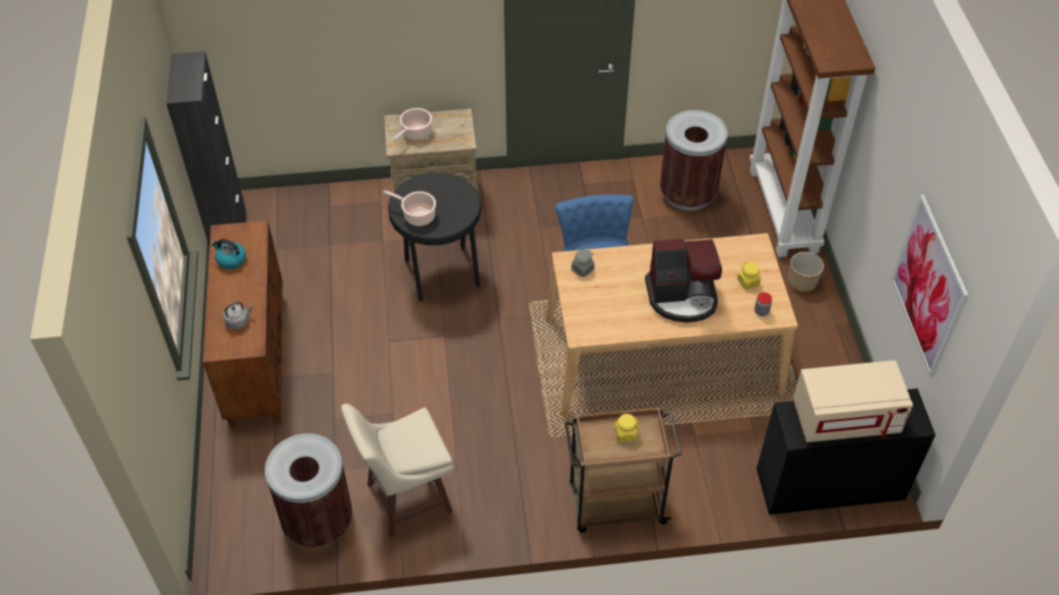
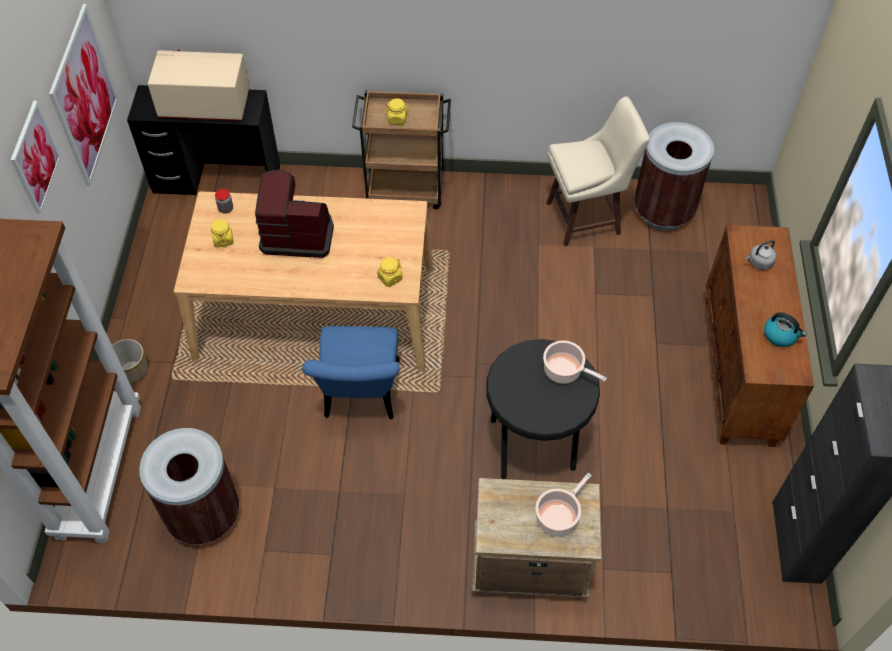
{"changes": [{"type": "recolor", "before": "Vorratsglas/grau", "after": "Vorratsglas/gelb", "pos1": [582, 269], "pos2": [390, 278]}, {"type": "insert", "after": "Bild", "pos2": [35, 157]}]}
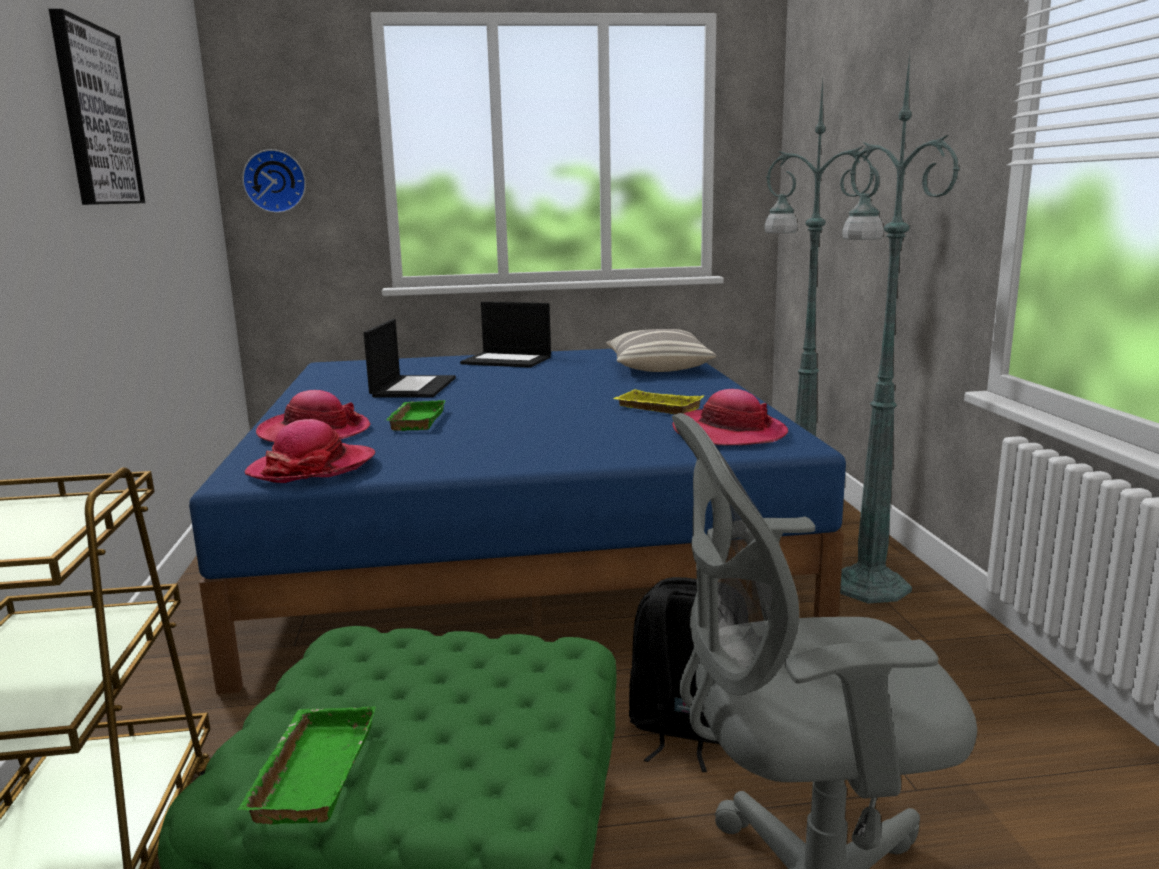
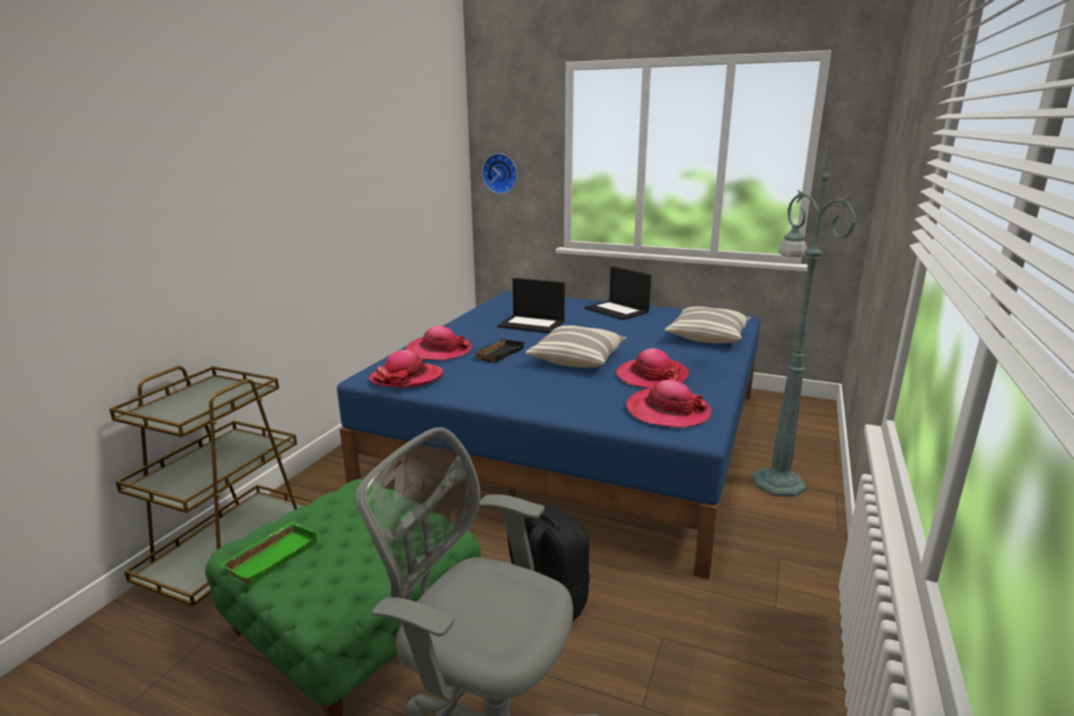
{"changes": [{"type": "delete", "before": "Bild", "pos1": [95, 116]}, {"type": "rotate", "before": "Laptop", "pos1": [413, 387], "pos2": [532, 324], "turn": 75}, {"type": "recolor", "before": "Tablett/grün", "after": "Tablett/schwarz", "pos1": [415, 420], "pos2": [498, 353]}, {"type": "replace", "before": "Tablett/gelb", "after": "Hut", "pos1": [656, 408], "pos2": [651, 376]}, {"type": "delete", "before": "Stehlampe/grün", "pos1": [867, 584]}, {"type": "insert", "after": "Kissen", "pos2": [577, 359]}]}
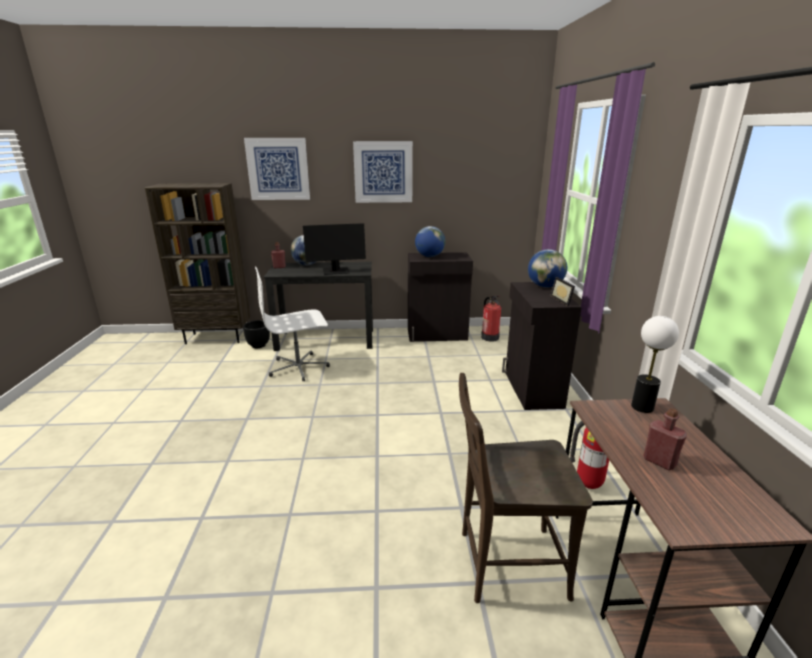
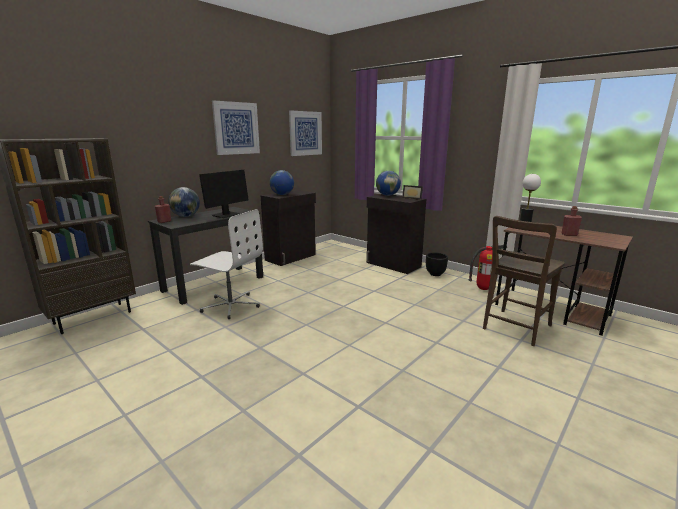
{"changes": [{"type": "move", "before": "Pflanzkübel/schwarz", "pos1": [259, 345], "pos2": [435, 274]}, {"type": "move", "before": "Bild", "pos1": [278, 169], "pos2": [305, 133]}, {"type": "rotate", "before": "Bürostuhl/weiß", "pos1": [299, 367], "pos2": [231, 305], "turn": -90}, {"type": "delete", "before": "Feuerlöscher", "pos1": [490, 337]}]}
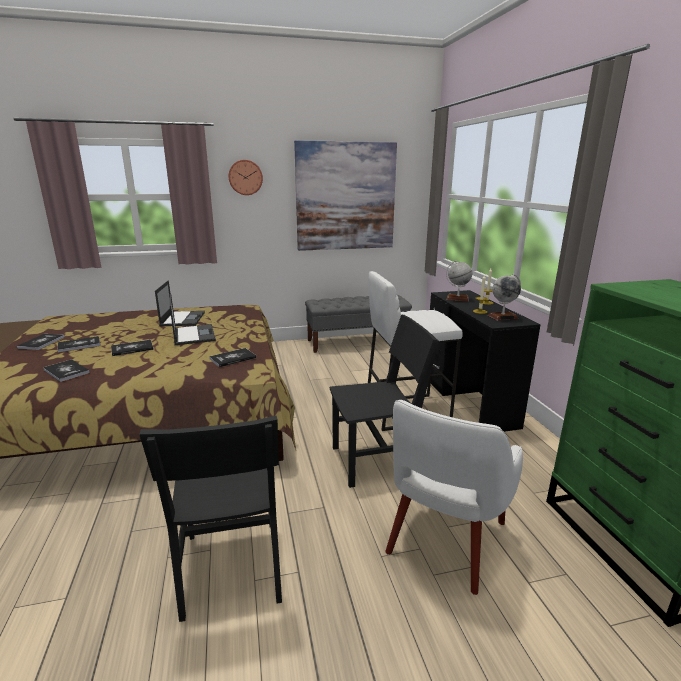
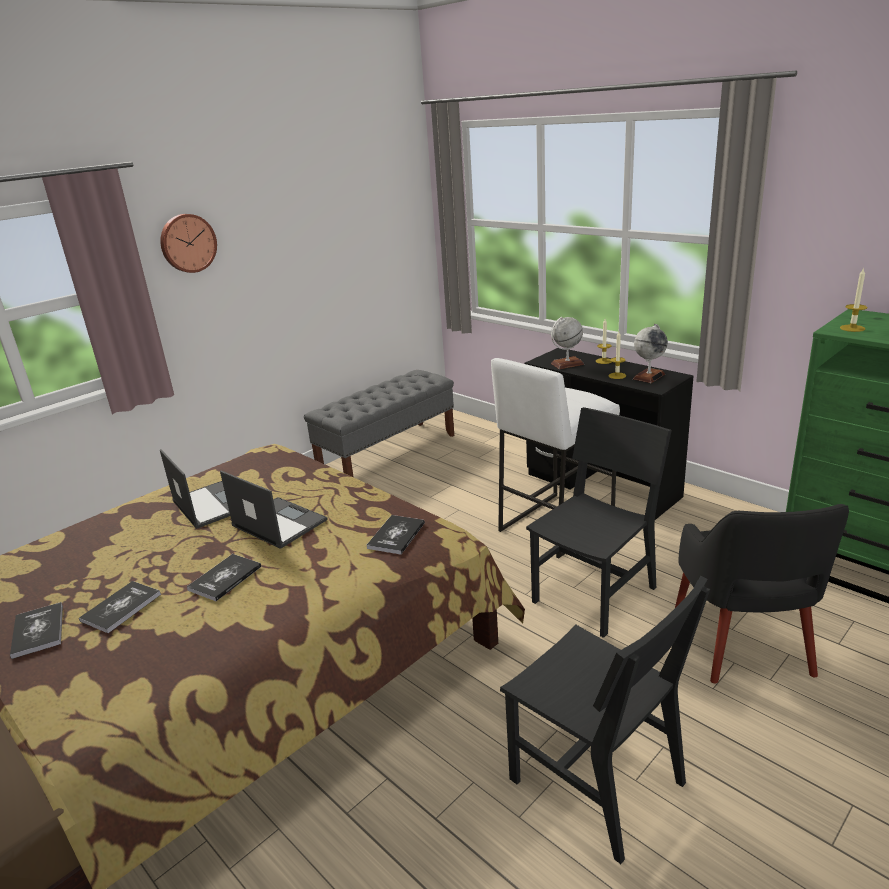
{"changes": [{"type": "delete", "before": "Buch", "pos1": [66, 371]}, {"type": "delete", "before": "Bild", "pos1": [345, 197]}, {"type": "recolor", "before": "Sessel/weiß", "after": "Sessel/schwarz", "pos1": [445, 539], "pos2": [743, 641]}, {"type": "insert", "after": "Kerze", "pos2": [852, 328]}]}
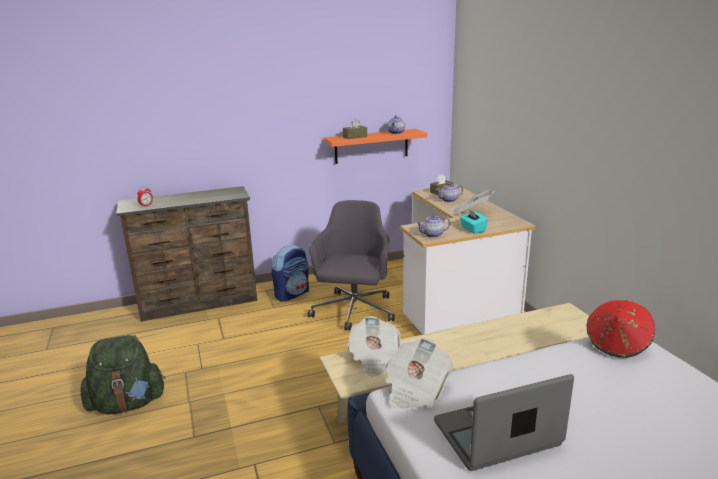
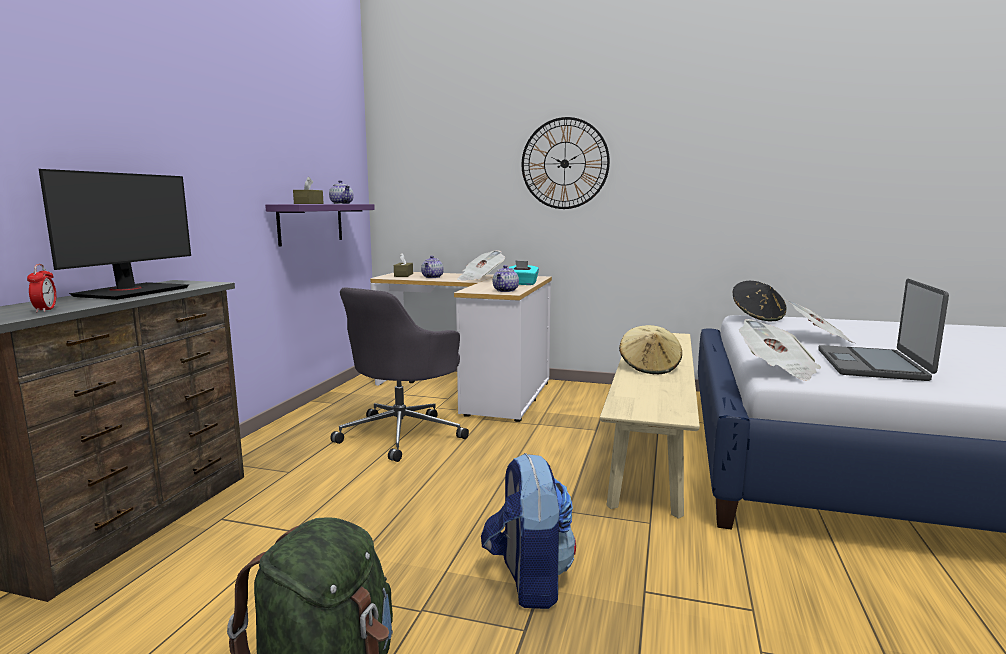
{"changes": [{"type": "move", "before": "Rucksack", "pos1": [292, 294], "pos2": [528, 580]}, {"type": "rotate", "before": "Bürostuhl/grau", "pos1": [353, 311], "pos2": [402, 434], "turn": -105}, {"type": "recolor", "before": "Wandregal/orange", "after": "Wandregal/lila", "pos1": [371, 146], "pos2": [311, 223]}, {"type": "move", "before": "Zeitung", "pos1": [375, 359], "pos2": [818, 338]}, {"type": "recolor", "before": "Hut/rot", "after": "Hut/schwarz", "pos1": [617, 344], "pos2": [757, 317]}, {"type": "insert", "after": "Monitor", "pos2": [131, 292]}, {"type": "insert", "after": "Wanduhr", "pos2": [564, 163]}, {"type": "insert", "after": "Hut/beige", "pos2": [649, 367]}]}
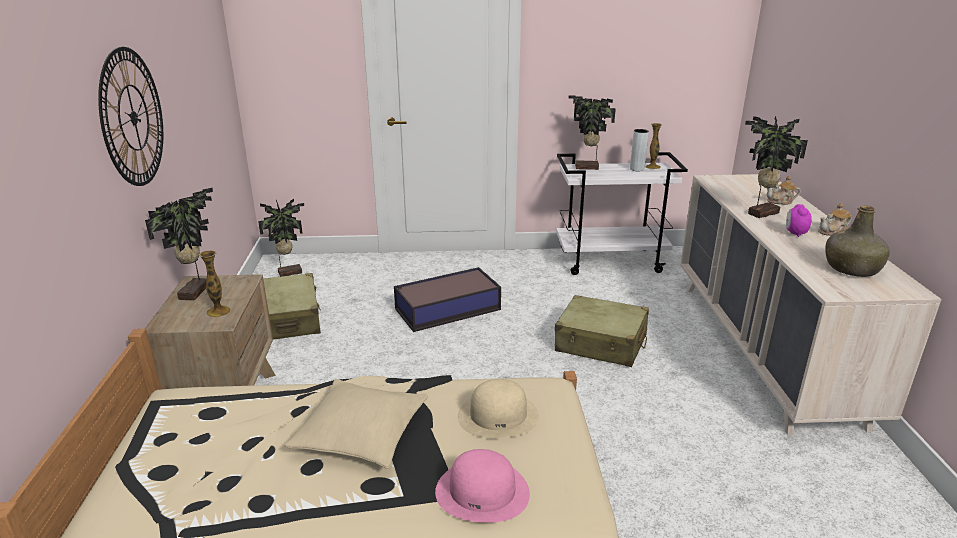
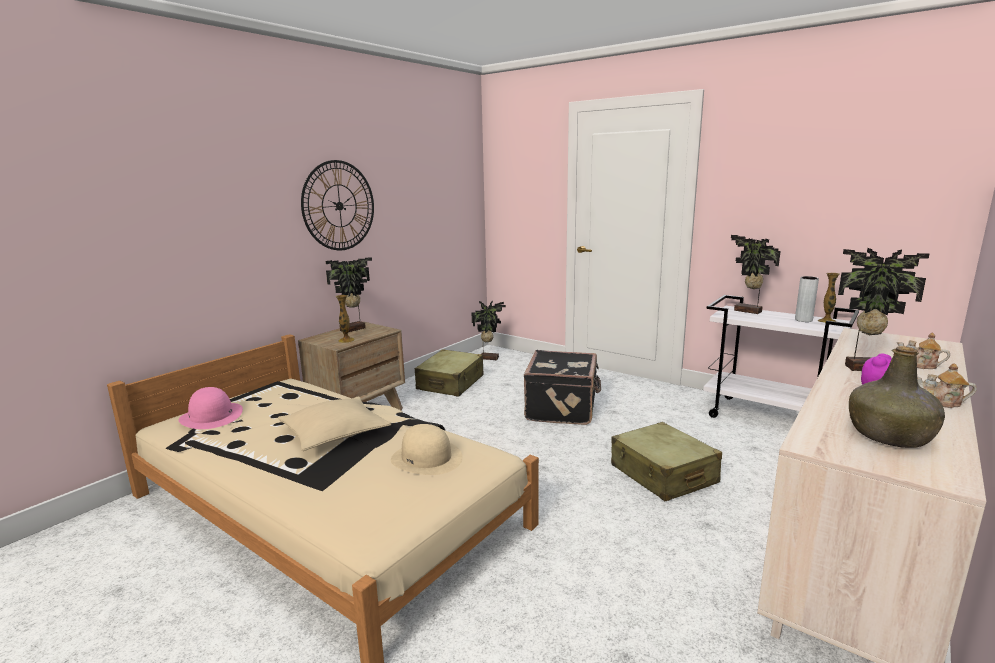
{"changes": [{"type": "replace", "before": "Aufbewahrungsbox", "after": "Koffer/schwarz", "pos1": [446, 309], "pos2": [563, 408]}, {"type": "move", "before": "Hut/rosa", "pos1": [482, 491], "pos2": [212, 416]}]}
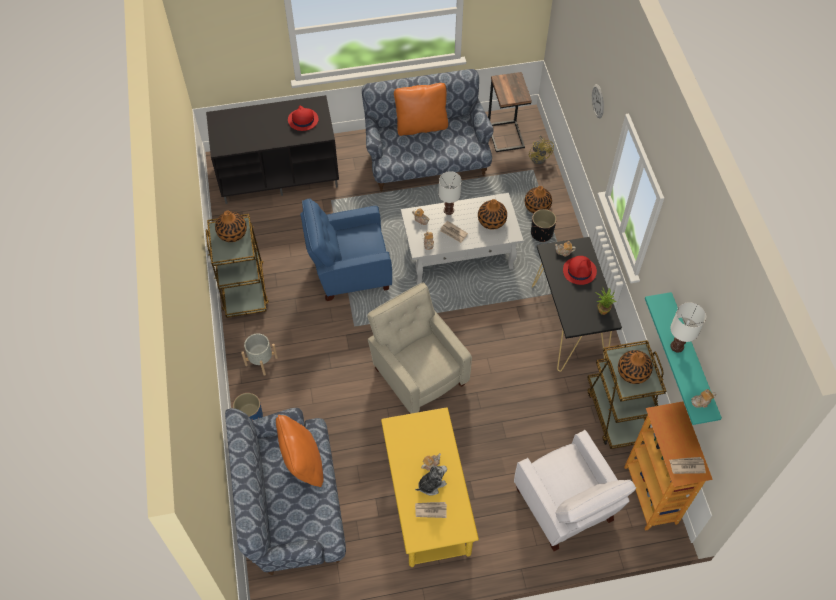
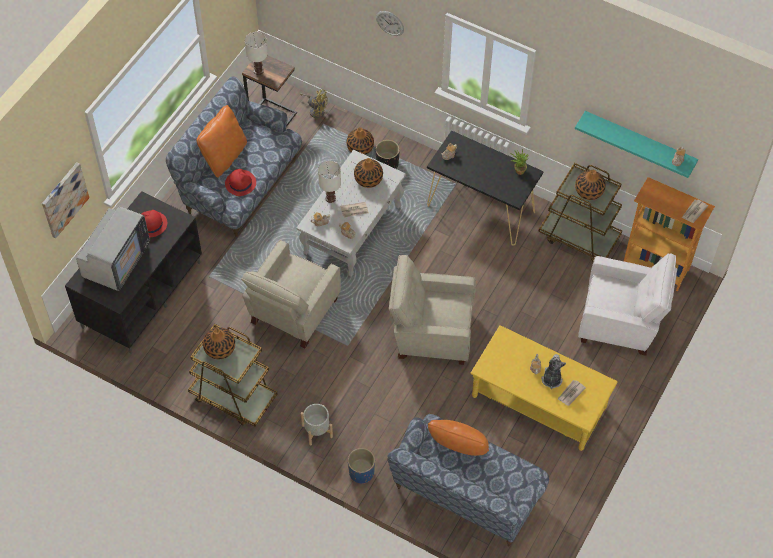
{"changes": [{"type": "recolor", "before": "Sessel/blau", "after": "Sessel/beige", "pos1": [349, 271], "pos2": [292, 313]}, {"type": "move", "before": "Hut/rot", "pos1": [579, 271], "pos2": [240, 183]}, {"type": "move", "before": "Tischlampe/weiß", "pos1": [676, 346], "pos2": [258, 71]}, {"type": "insert", "after": "Bild", "pos2": [64, 199]}, {"type": "insert", "after": "Fernseher", "pos2": [117, 261]}]}
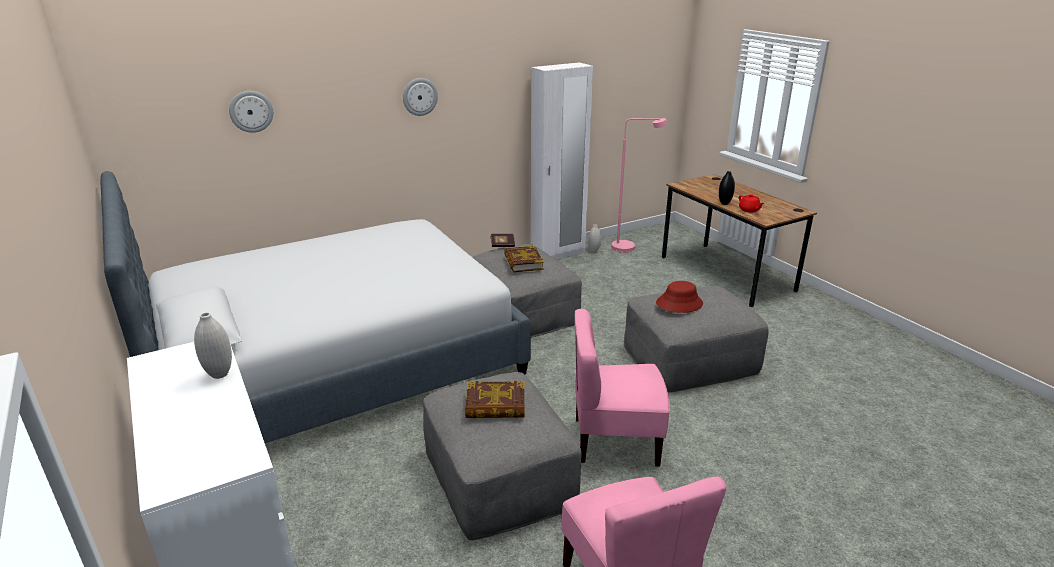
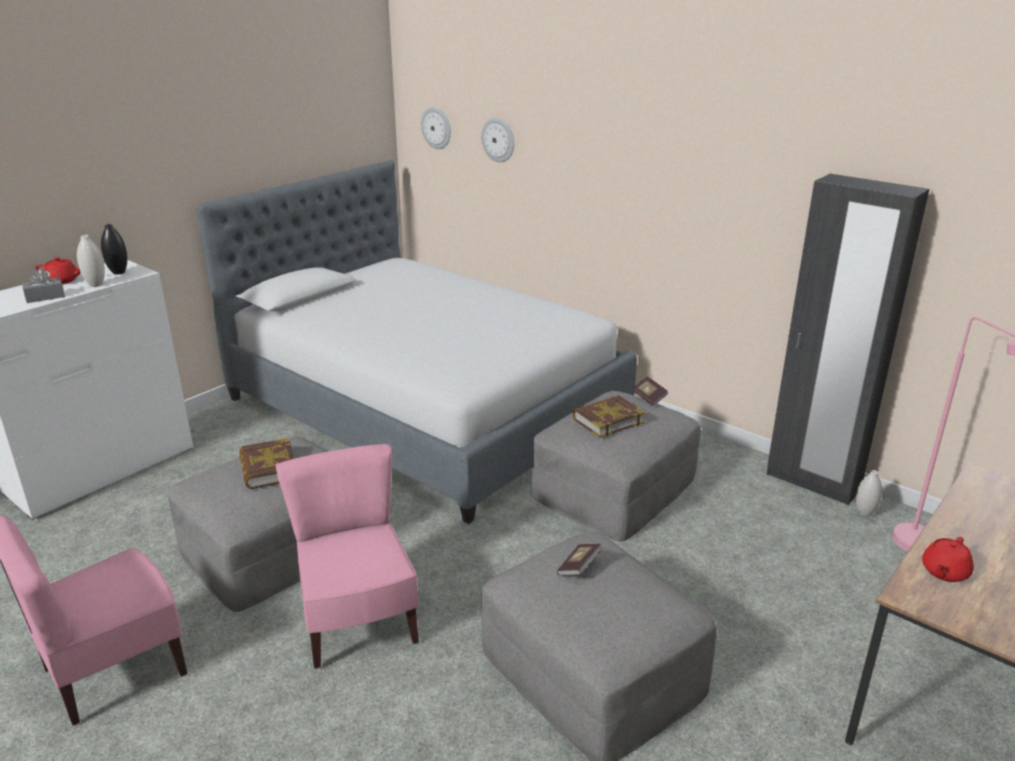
{"changes": [{"type": "move", "before": "Wanduhr", "pos1": [420, 96], "pos2": [436, 128]}, {"type": "recolor", "before": "Kleiderschrank/weiß", "after": "Kleiderschrank/schwarz", "pos1": [558, 254], "pos2": [812, 482]}, {"type": "replace", "before": "Hut/rot", "after": "Buch", "pos1": [679, 303], "pos2": [579, 567]}, {"type": "move", "before": "Vase/schwarz", "pos1": [724, 203], "pos2": [118, 272]}, {"type": "insert", "after": "Taschentuchbox/grau", "pos2": [45, 297]}, {"type": "insert", "after": "Teekanne/rot", "pos2": [63, 281]}]}
